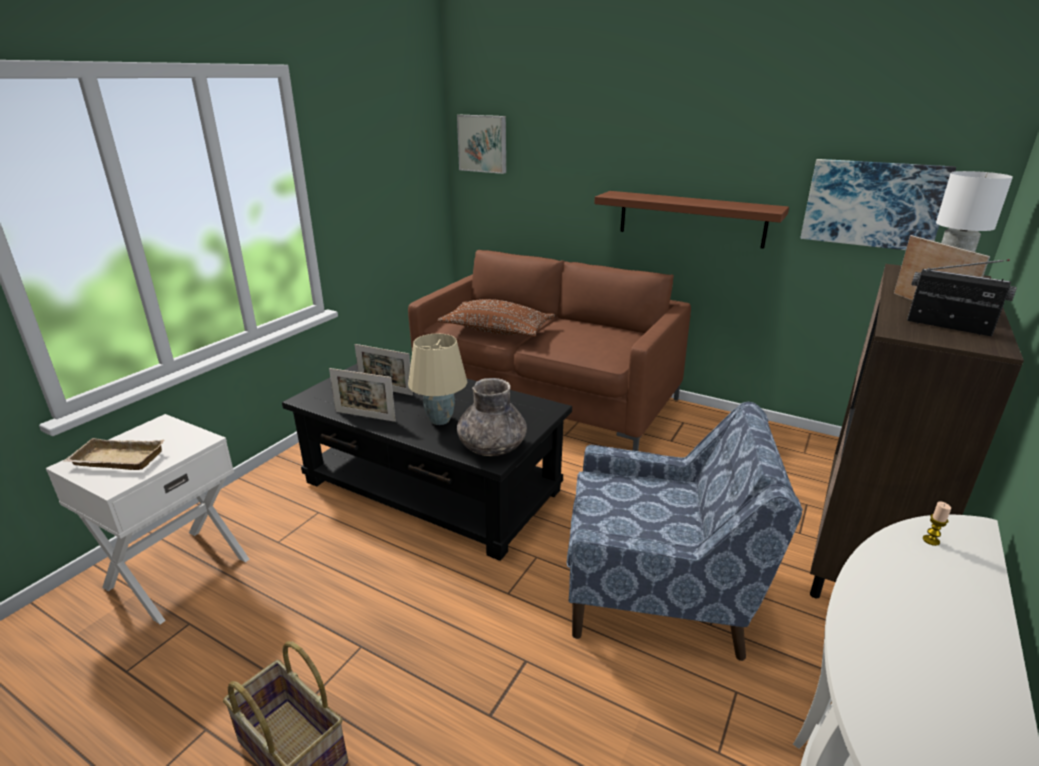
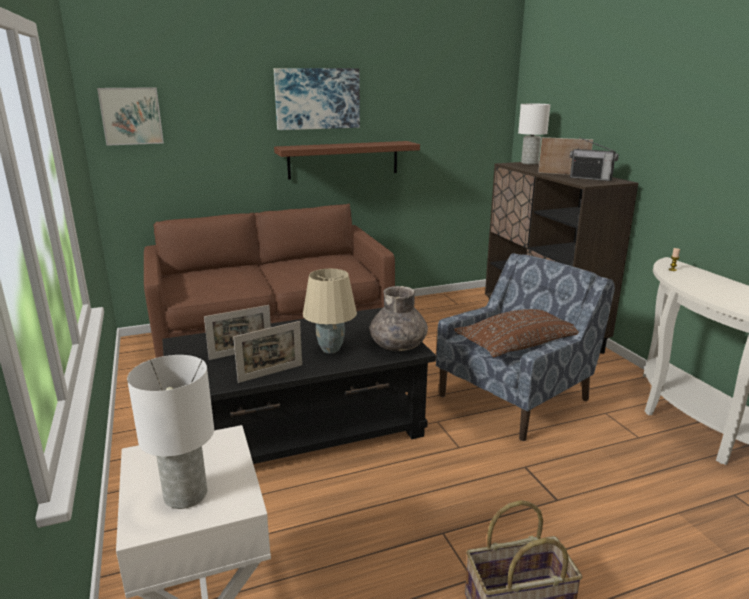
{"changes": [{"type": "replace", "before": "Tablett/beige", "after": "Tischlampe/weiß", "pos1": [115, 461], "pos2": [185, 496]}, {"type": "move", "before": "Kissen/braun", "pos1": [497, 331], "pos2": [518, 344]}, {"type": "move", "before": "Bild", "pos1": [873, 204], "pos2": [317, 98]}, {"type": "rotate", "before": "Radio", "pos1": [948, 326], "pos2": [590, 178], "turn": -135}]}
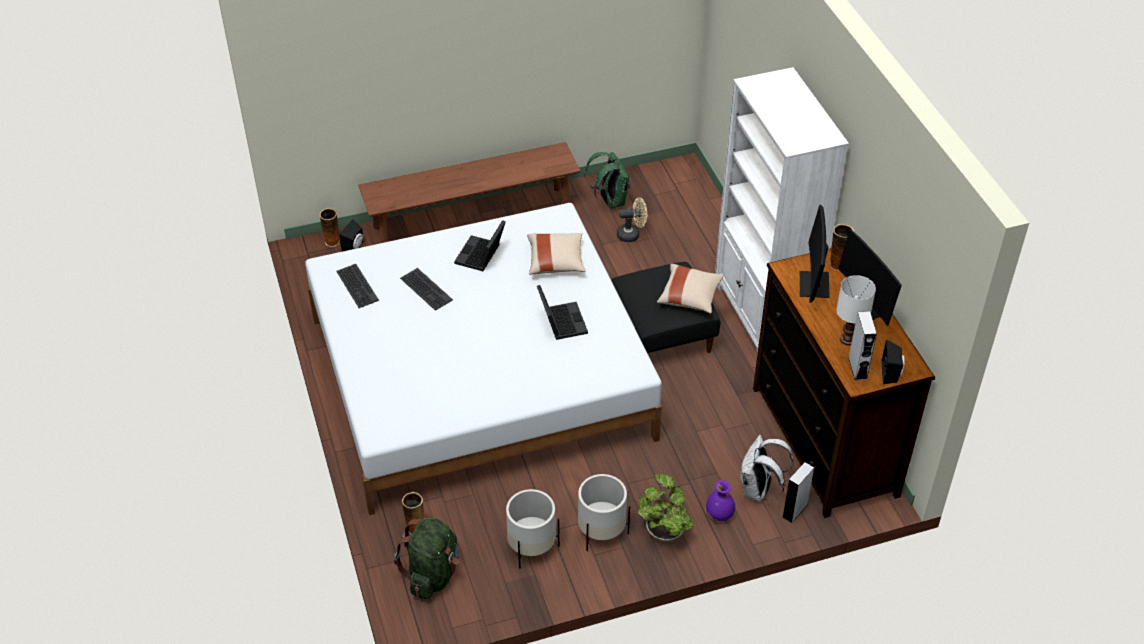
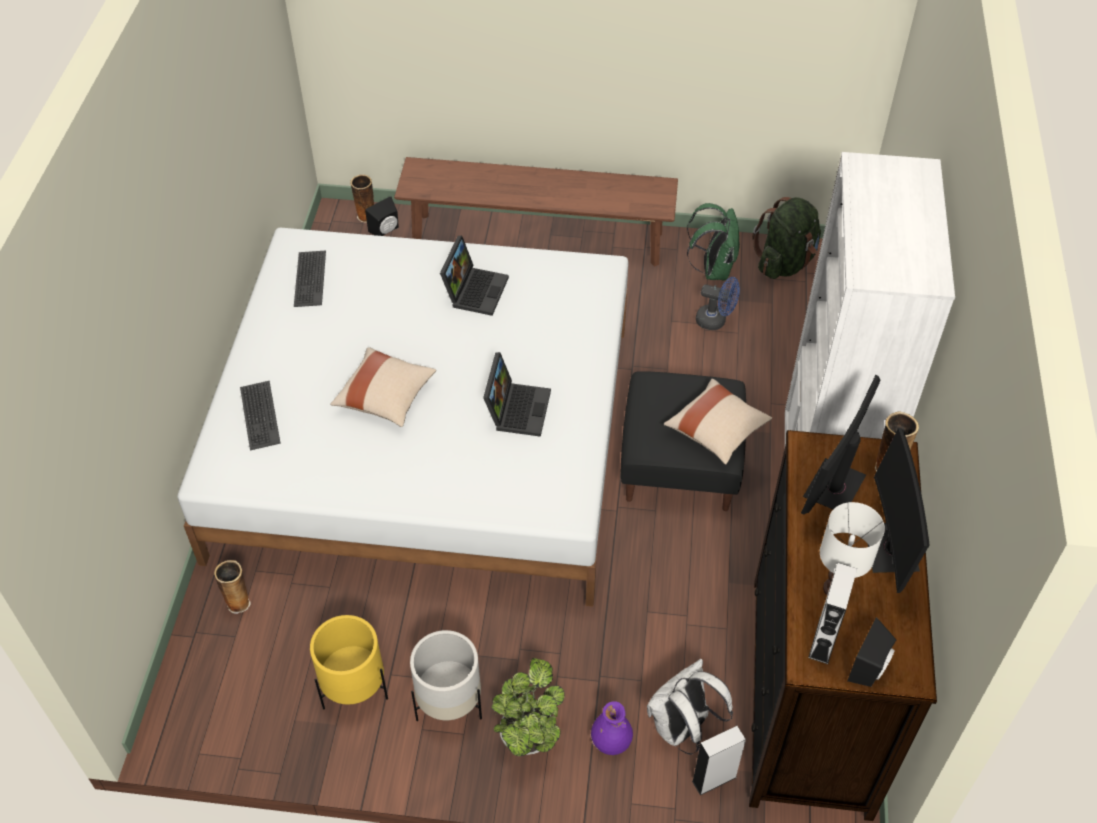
{"changes": [{"type": "move", "before": "Rucksack/grün", "pos1": [432, 574], "pos2": [785, 262]}, {"type": "move", "before": "Tastatur", "pos1": [425, 289], "pos2": [259, 415]}, {"type": "rotate", "before": "Laptop", "pos1": [481, 256], "pos2": [474, 289], "turn": 150}, {"type": "recolor", "before": "Pflanzkübel/weiß", "after": "Pflanzkübel/gelb", "pos1": [532, 548], "pos2": [354, 687]}, {"type": "move", "before": "Kissen/beige", "pos1": [555, 262], "pos2": [385, 397]}, {"type": "recolor", "before": "Ventilator/beige", "after": "Ventilator/blau", "pos1": [632, 234], "pos2": [716, 321]}]}
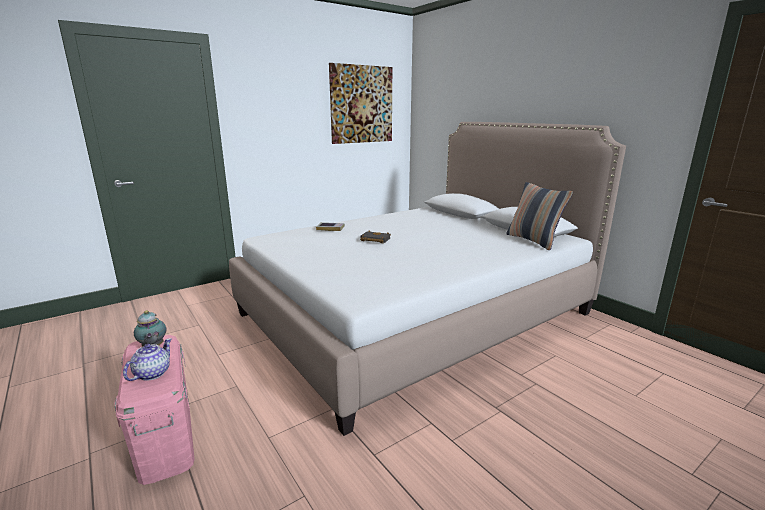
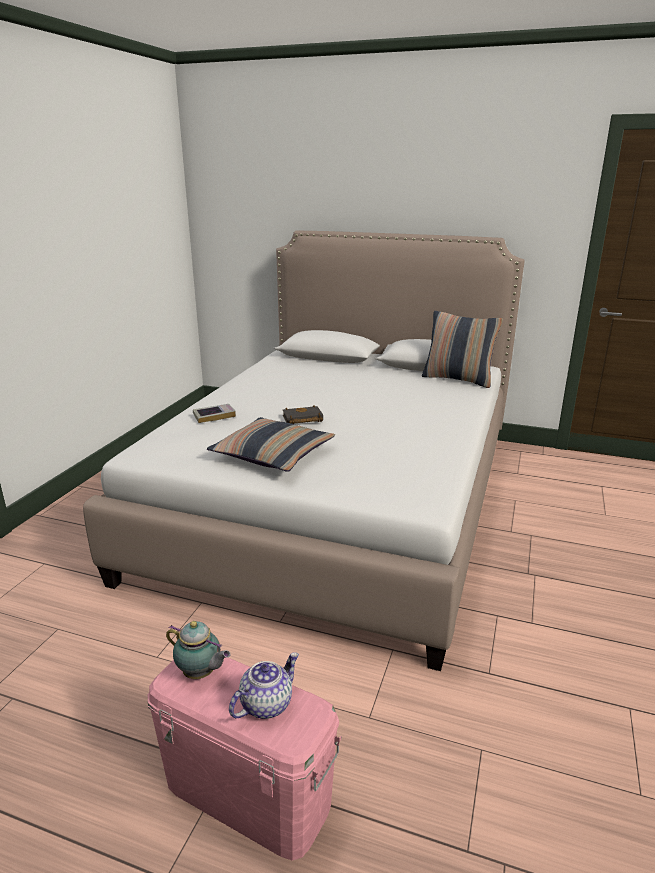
{"changes": [{"type": "rotate", "before": "Teekanne", "pos1": [152, 373], "pos2": [266, 703], "turn": 60}, {"type": "delete", "before": "Bild", "pos1": [361, 104]}, {"type": "insert", "after": "Kissen", "pos2": [273, 455]}]}
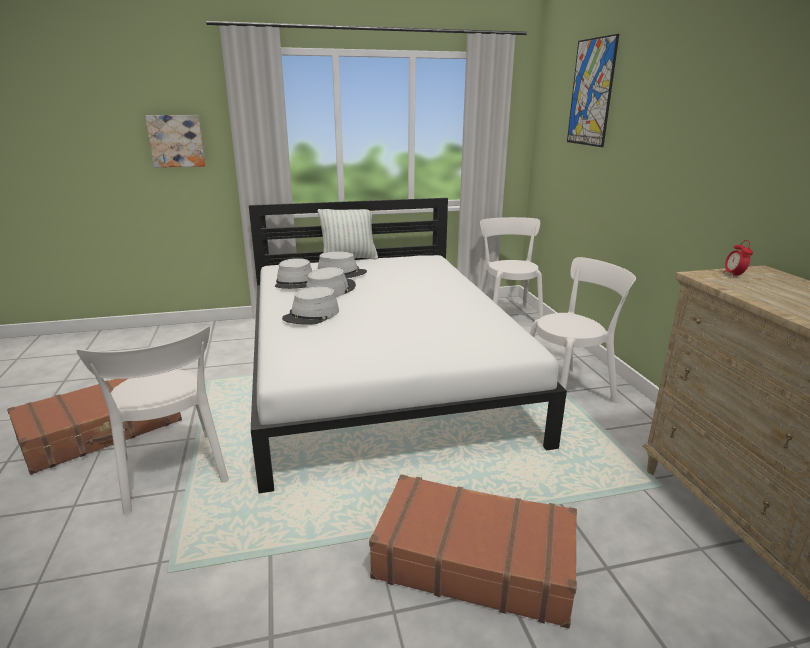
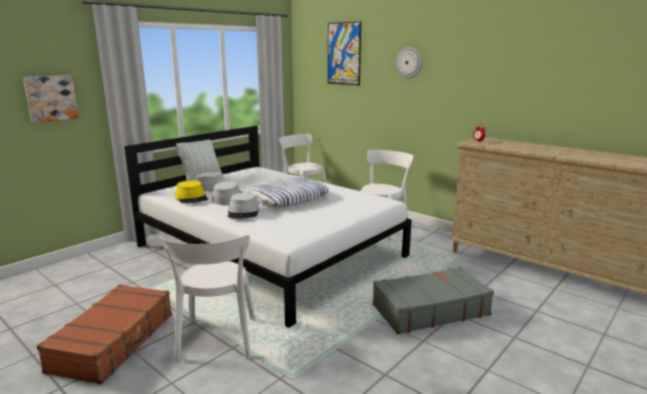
{"changes": [{"type": "rotate", "before": "Stuhl/weiß", "pos1": [173, 475], "pos2": [217, 341], "turn": 60}, {"type": "recolor", "before": "Hut/grau", "after": "Hut/gelb", "pos1": [295, 282], "pos2": [192, 198]}, {"type": "recolor", "before": "Koffer/braun", "after": "Koffer/grau", "pos1": [473, 560], "pos2": [429, 310]}, {"type": "insert", "after": "Kissen", "pos2": [288, 198]}, {"type": "insert", "after": "Wanduhr", "pos2": [409, 62]}]}
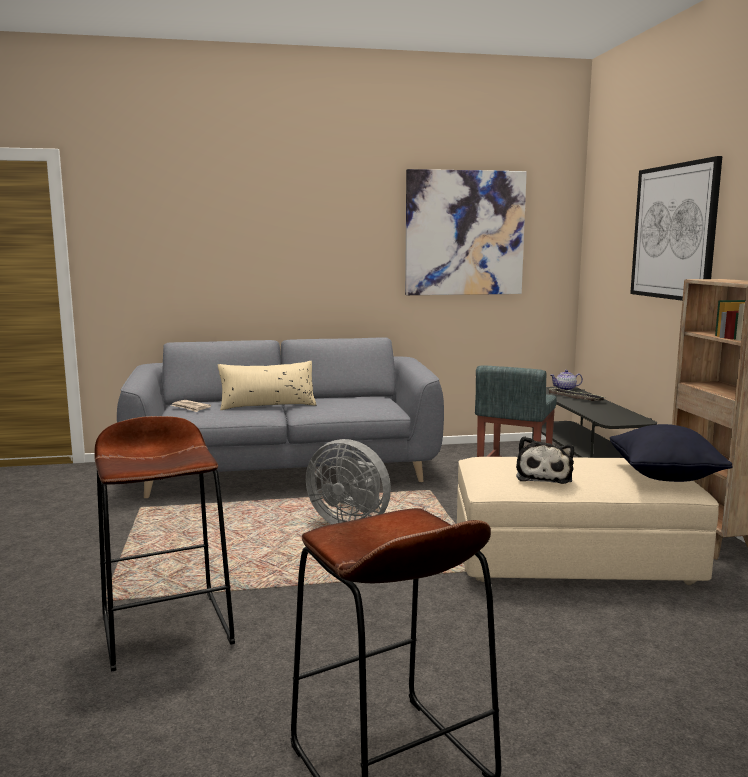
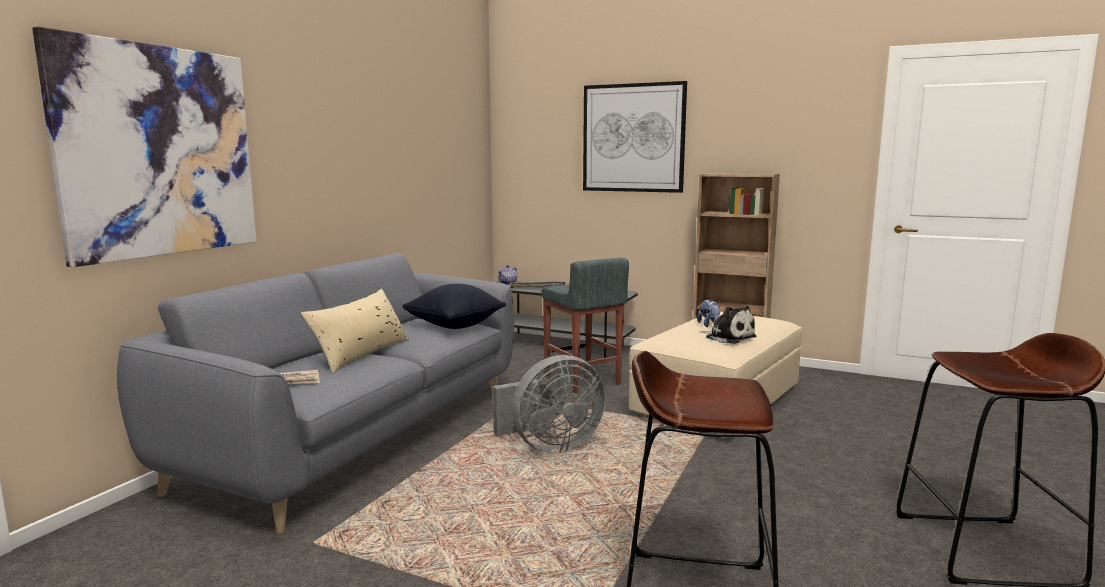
{"changes": [{"type": "move", "before": "Bild", "pos1": [464, 233], "pos2": [159, 151]}, {"type": "move", "before": "Kissen/schwarz", "pos1": [664, 476], "pos2": [455, 326]}, {"type": "insert", "after": "Plüschtier", "pos2": [710, 325]}]}
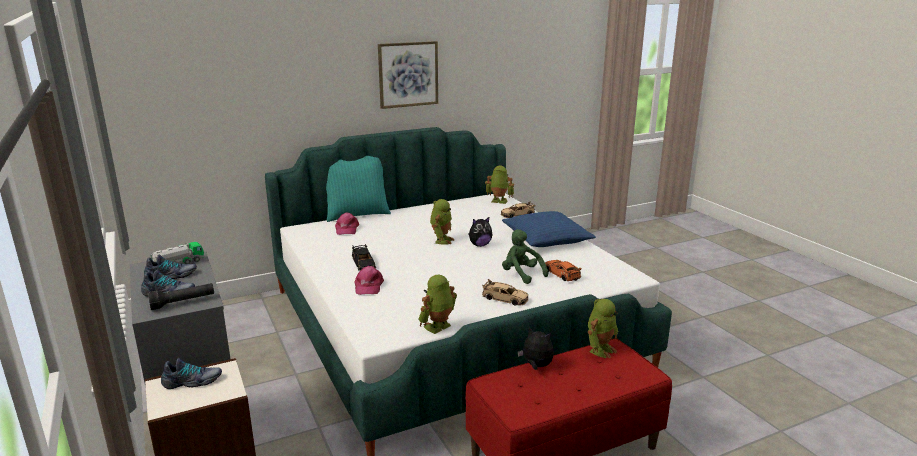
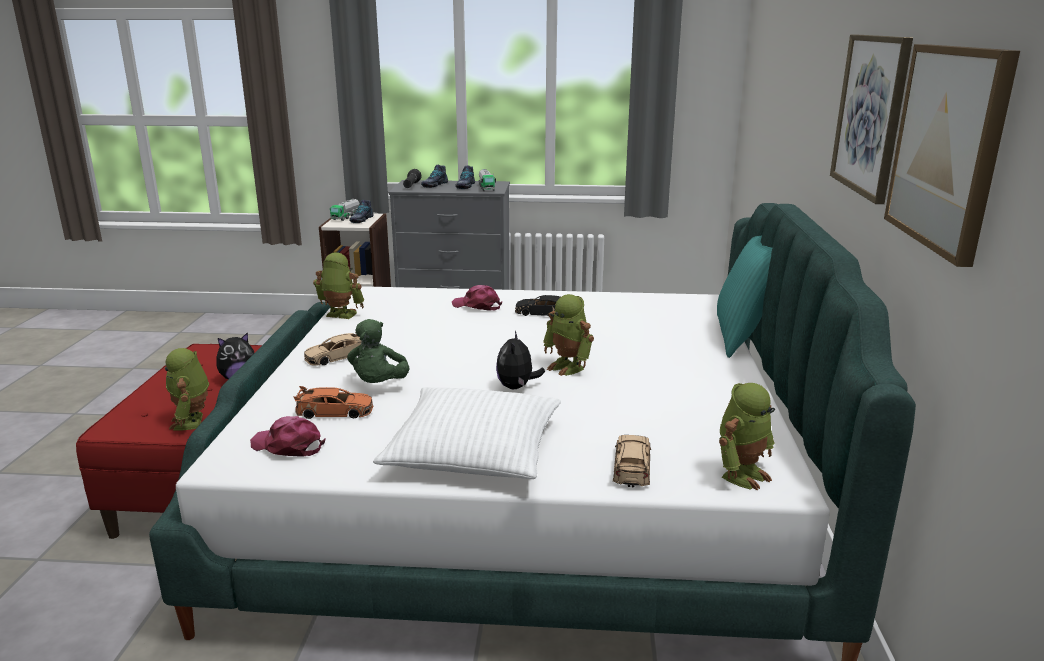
{"changes": [{"type": "move", "before": "Kappe/rosa", "pos1": [346, 229], "pos2": [288, 446]}, {"type": "rotate", "before": "Spielzeugroboter", "pos1": [438, 327], "pos2": [340, 315], "turn": -60}, {"type": "recolor", "before": "Kissen/blau", "after": "Kissen/weiß", "pos1": [546, 238], "pos2": [474, 450]}, {"type": "rotate", "before": "Plüschtier/grün", "pos1": [521, 274], "pos2": [379, 385], "turn": 105}, {"type": "insert", "after": "Spielzeuglaster", "pos2": [346, 217]}, {"type": "insert", "after": "Bild", "pos2": [948, 148]}]}
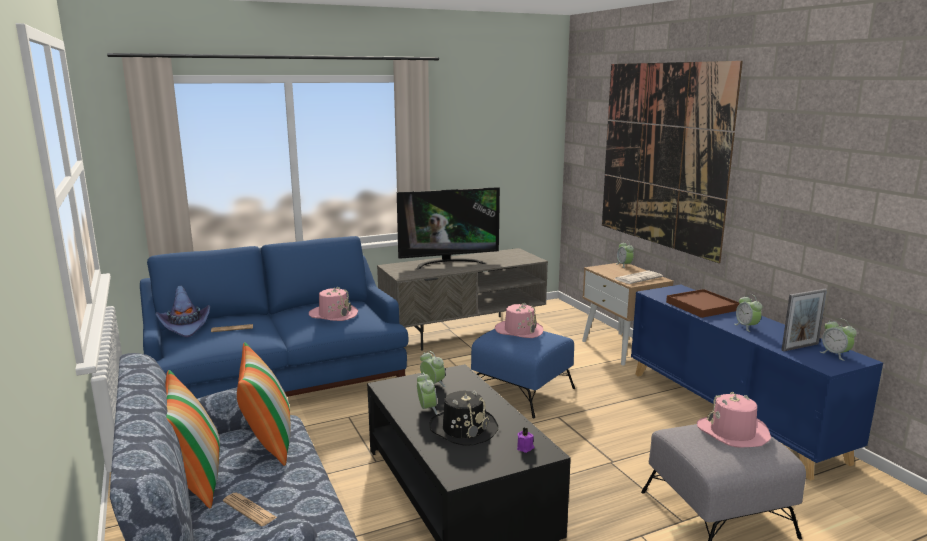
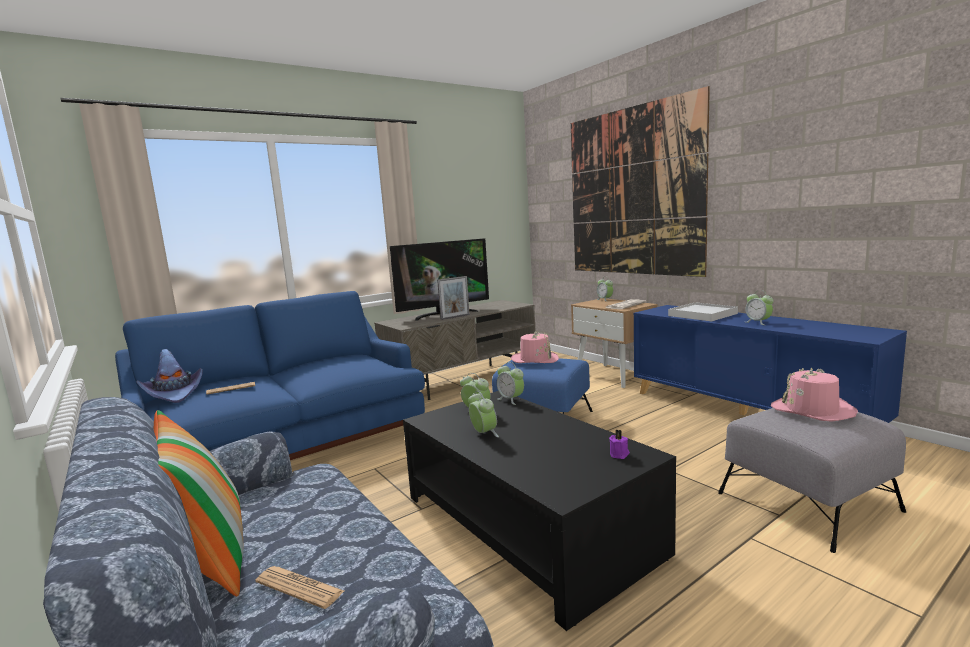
{"changes": [{"type": "delete", "before": "Kissen", "pos1": [268, 441]}, {"type": "delete", "before": "Hut/rosa", "pos1": [333, 314]}, {"type": "delete", "before": "Hut/schwarz", "pos1": [463, 429]}, {"type": "recolor", "before": "Tablett/braun", "after": "Tablett/weiß", "pos1": [702, 306], "pos2": [702, 315]}, {"type": "move", "before": "Bilderrahmen", "pos1": [800, 347], "pos2": [455, 317]}, {"type": "move", "before": "Wecker", "pos1": [835, 354], "pos2": [511, 399]}]}
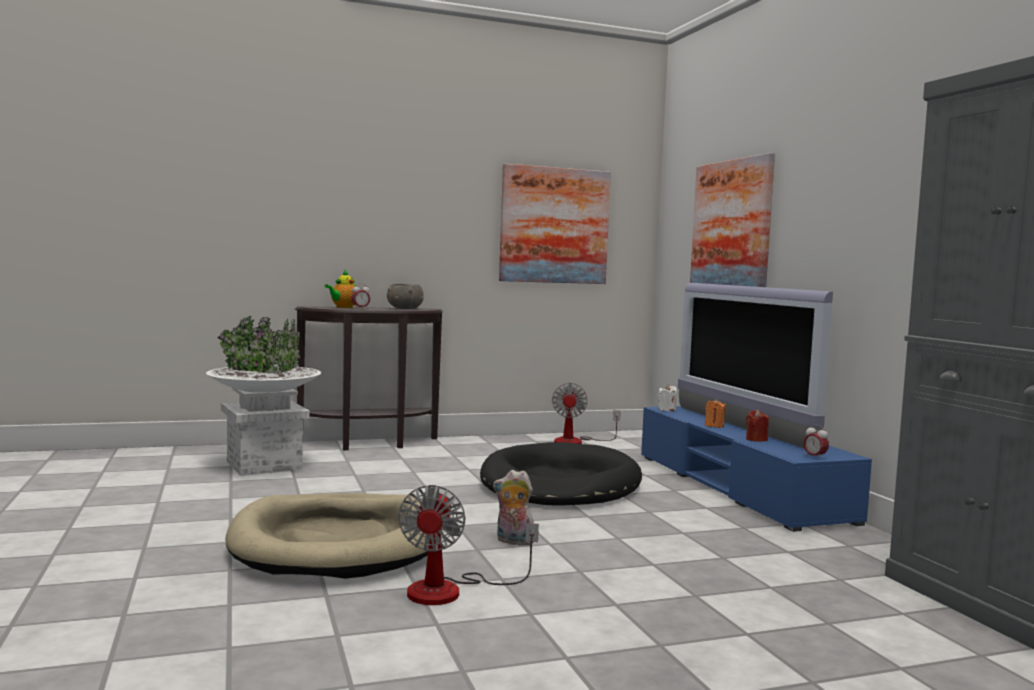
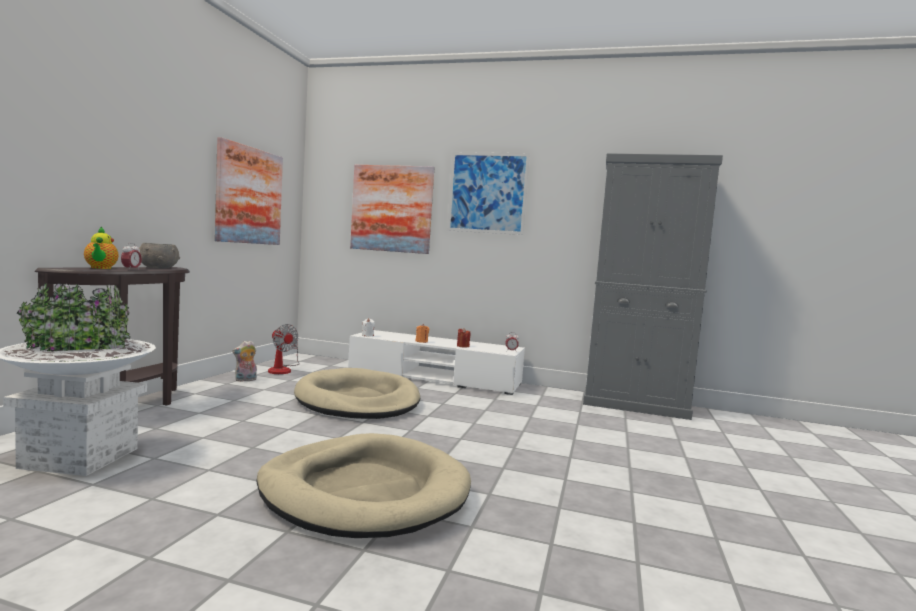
{"changes": [{"type": "delete", "before": "Ventilator", "pos1": [451, 590]}, {"type": "recolor", "before": "Hundebett/schwarz", "after": "Hundebett/beige", "pos1": [560, 484], "pos2": [358, 400]}, {"type": "move", "before": "Plüschtier", "pos1": [513, 542], "pos2": [245, 380]}, {"type": "recolor", "before": "Fernsehschrank/blau", "after": "Fernsehschrank/weiß", "pos1": [738, 487], "pos2": [434, 378]}, {"type": "delete", "before": "Fernseher", "pos1": [739, 427]}, {"type": "insert", "after": "Bild", "pos2": [487, 193]}]}
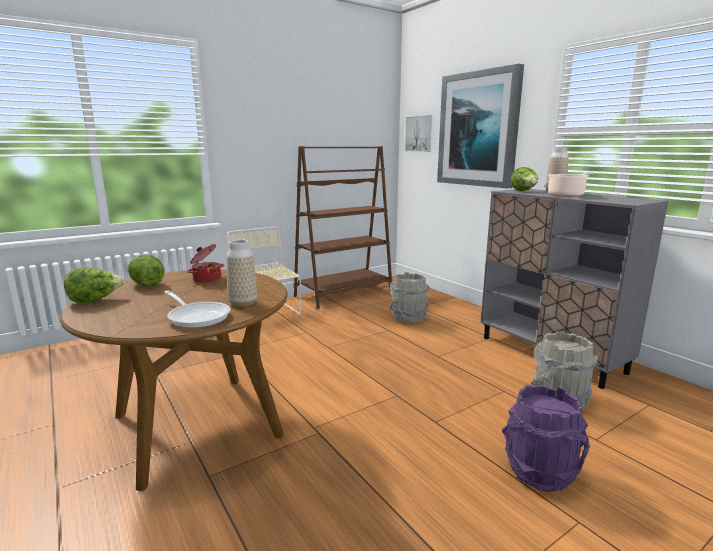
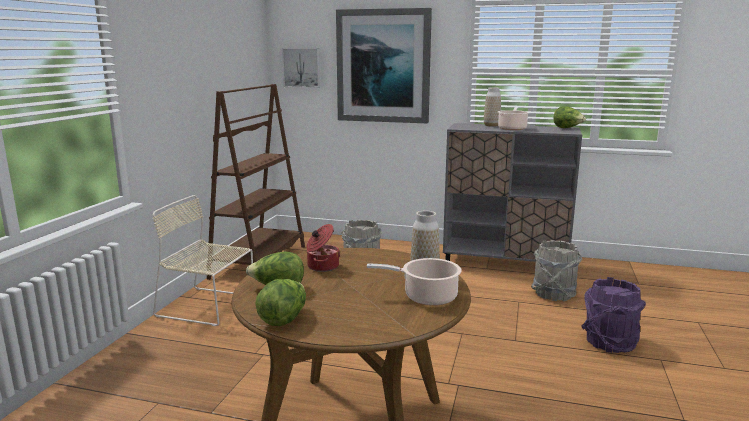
{"changes": [{"type": "replace", "before": "Pfanne", "after": "Kochtopf", "pos1": [197, 317], "pos2": [426, 297]}, {"type": "move", "before": "Salatkopf", "pos1": [524, 191], "pos2": [567, 128]}]}
